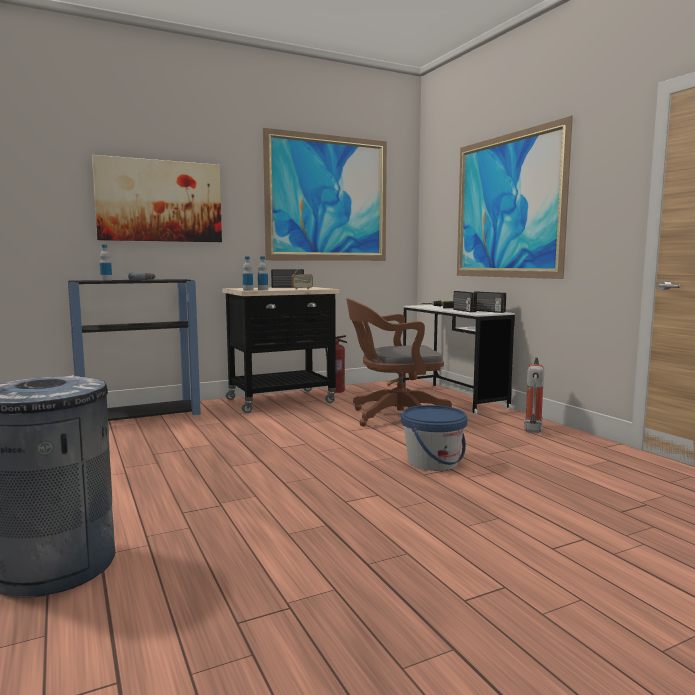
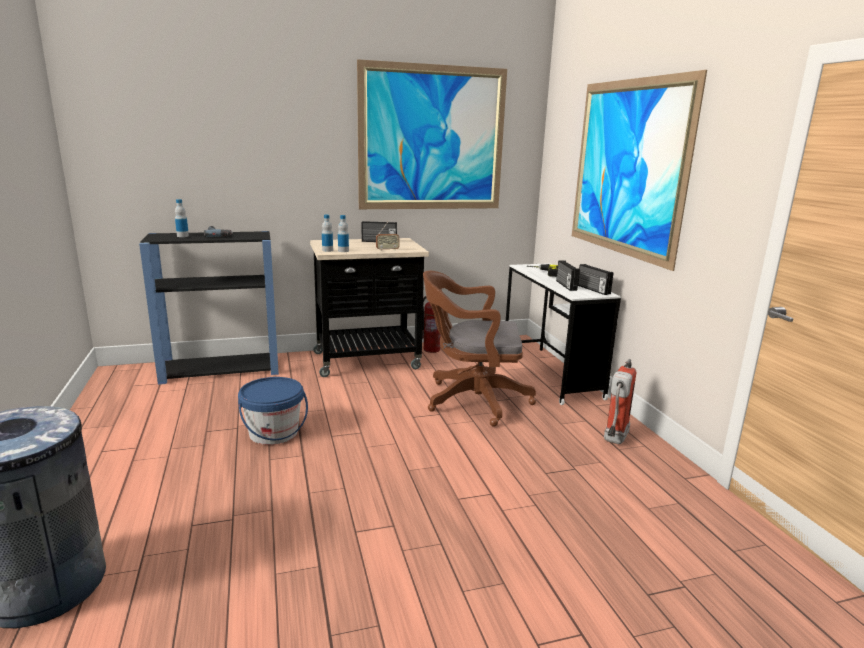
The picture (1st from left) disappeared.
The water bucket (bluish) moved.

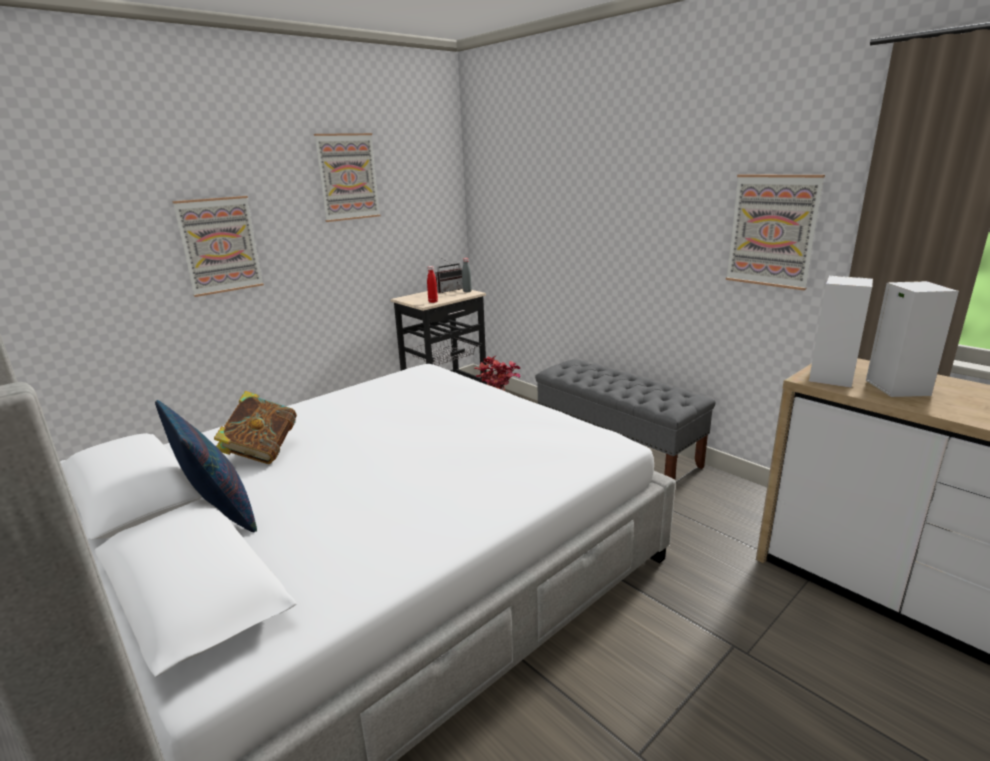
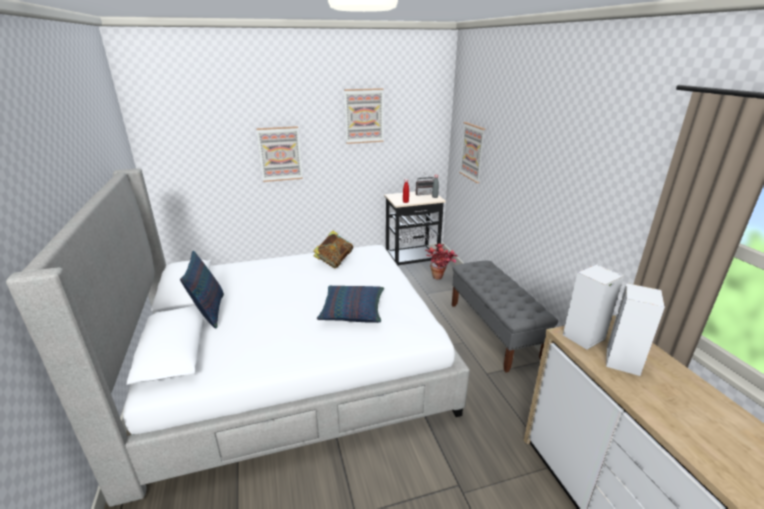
The picture (3rd from left) moved.
The bound book moved.
The pillow (bluish) (2nd from left) appeared.

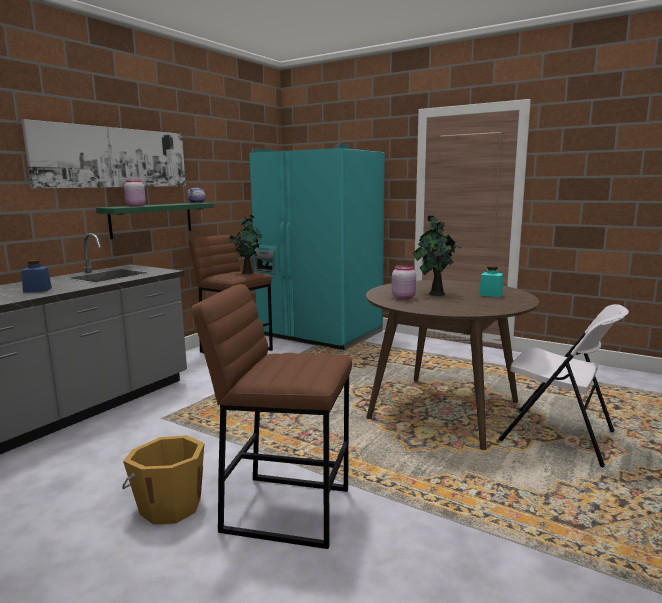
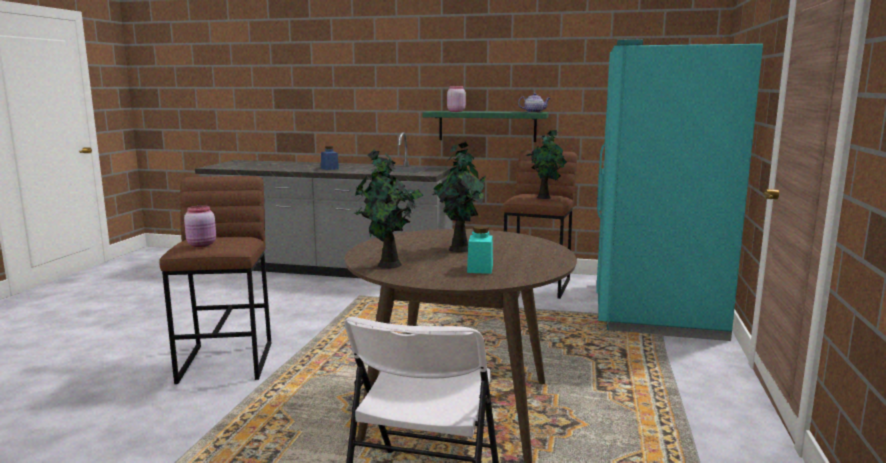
The picture disappeared.
The preserve jar (pinkish) (2nd from left in the first image) moved.
The water bucket (orangey) disappeared.
The plant in a pot (1st from left) appeared.

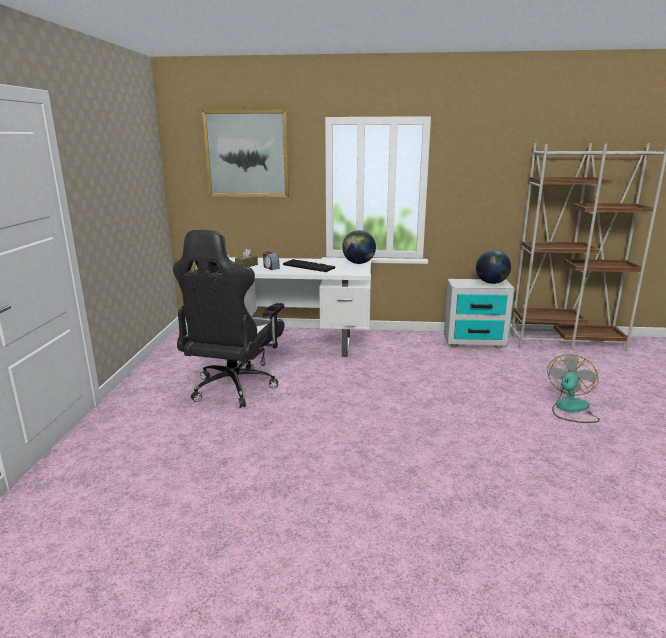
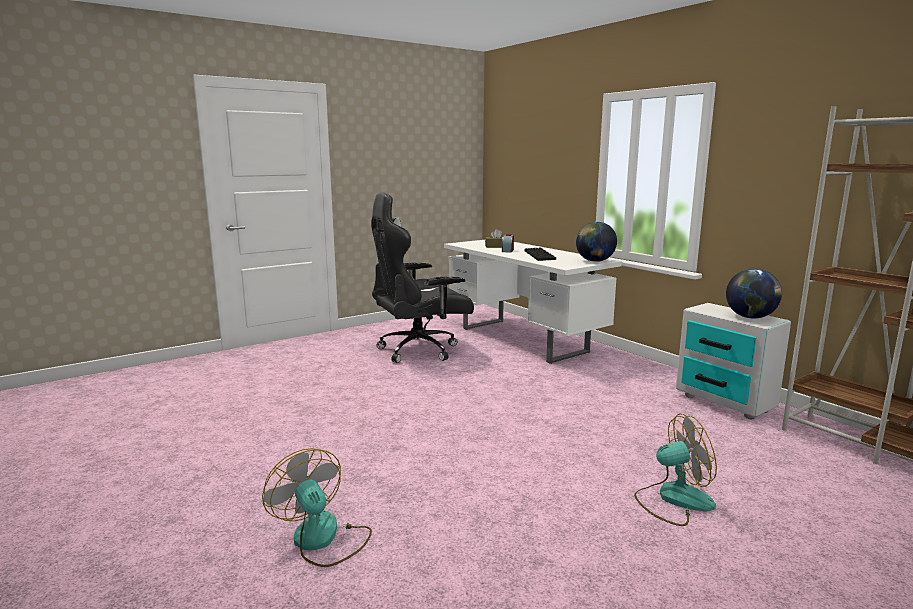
The picture disappeared.
The fan (1st from left) appeared.

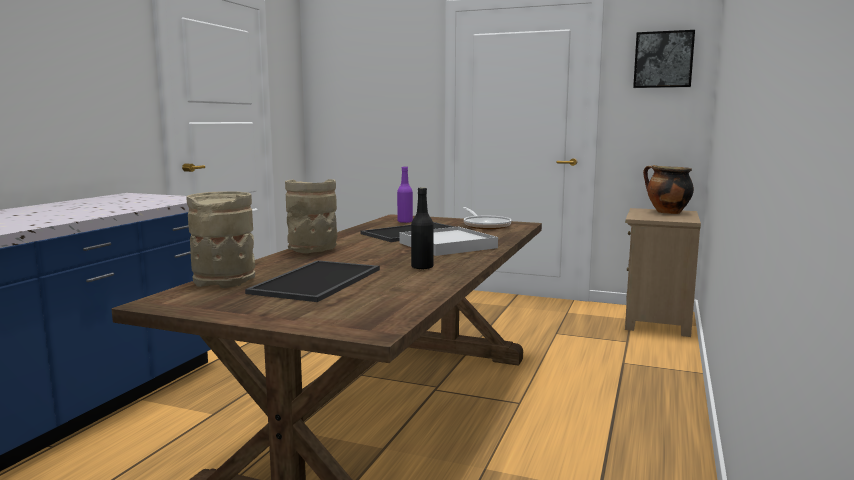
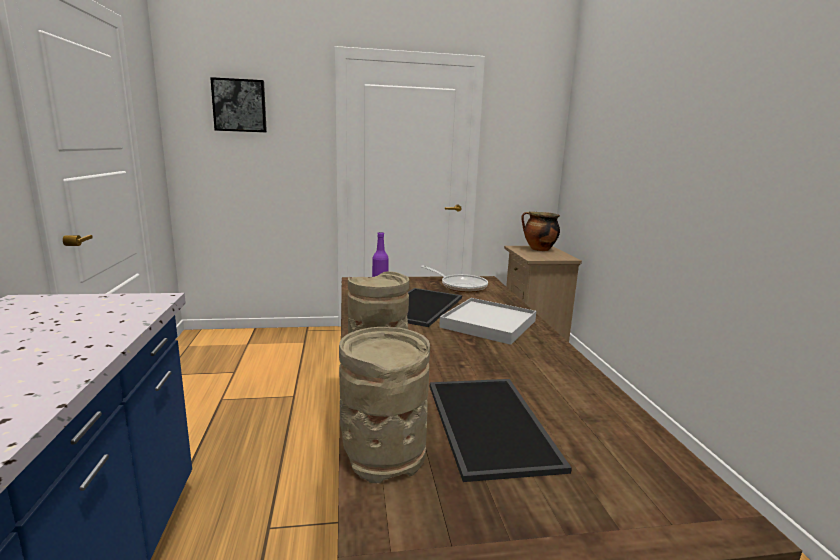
The picture moved.
The beverage bottle (black) disappeared.

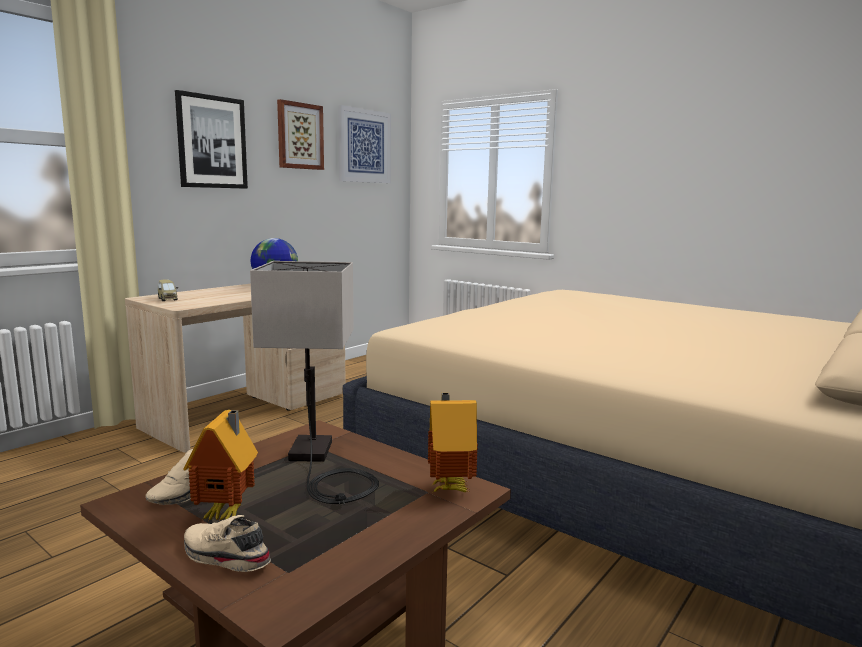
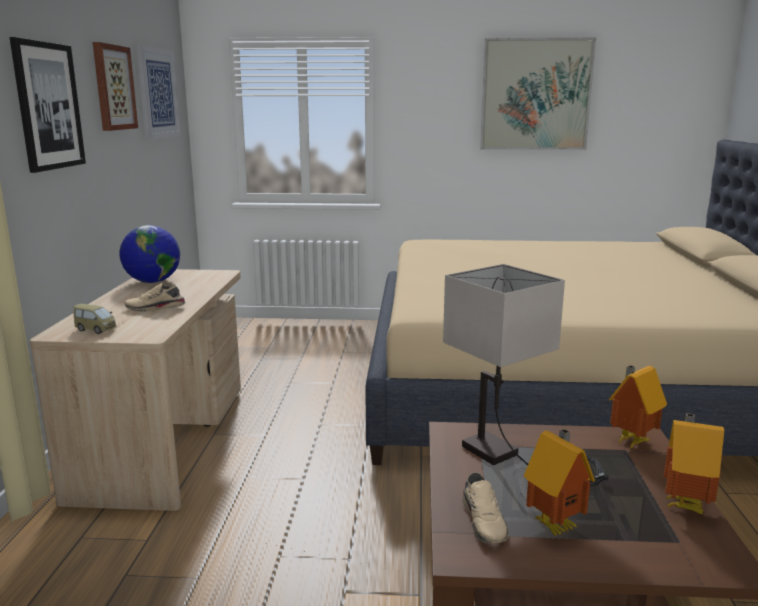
The shoe (beige-coloured) (2nd from left in the first image) moved.
The picture (4th from left) appeared.
The toy house (3rd from left) appeared.

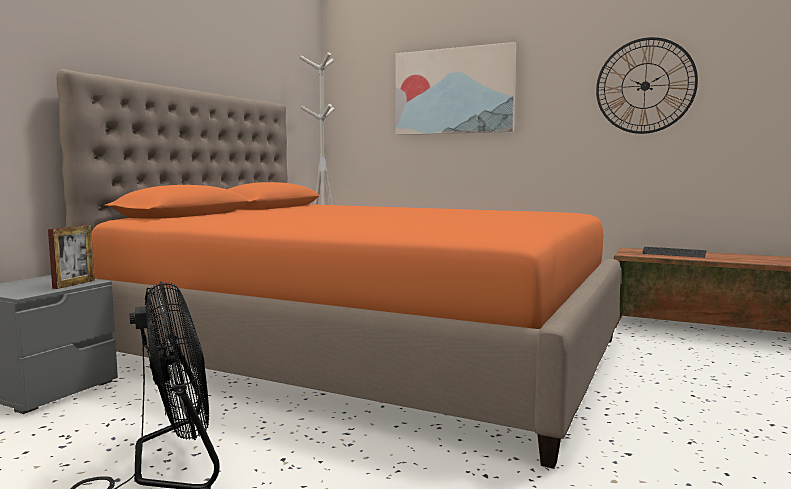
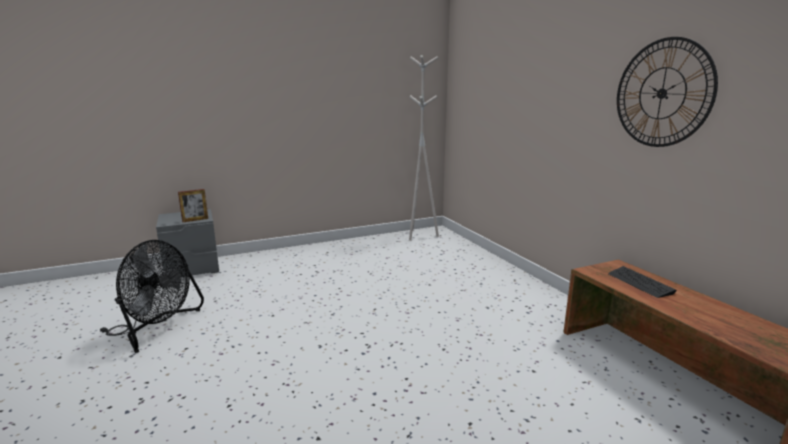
The picture disappeared.
The sleeping bed (orangey) disappeared.

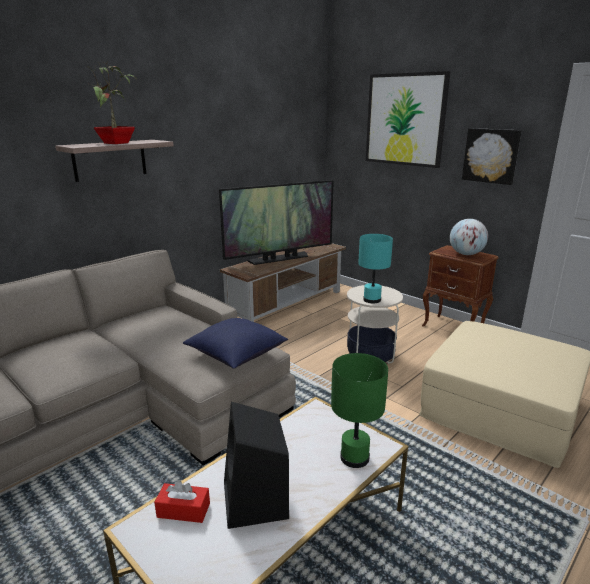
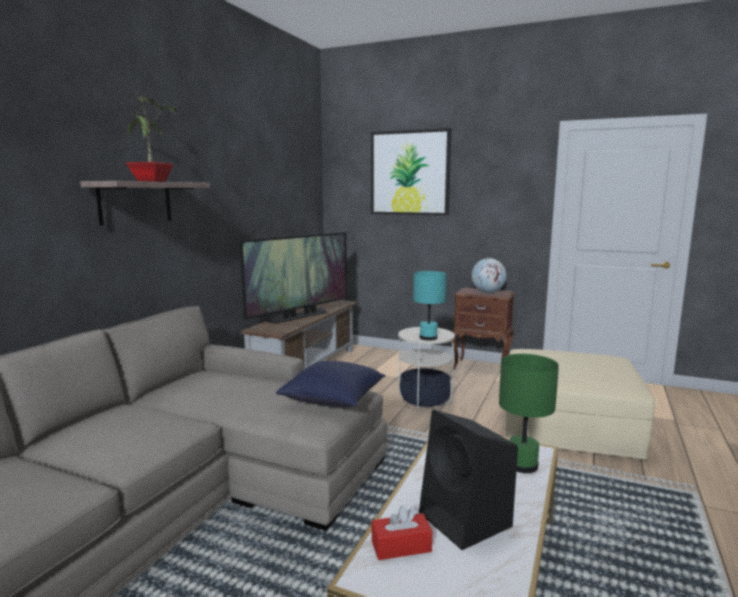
The picture (2nd from left) disappeared.

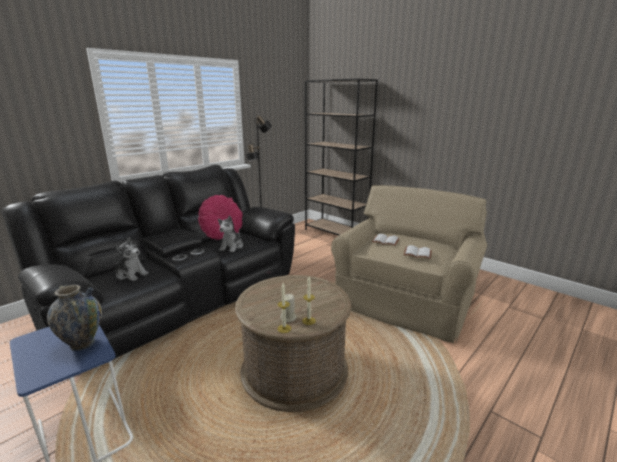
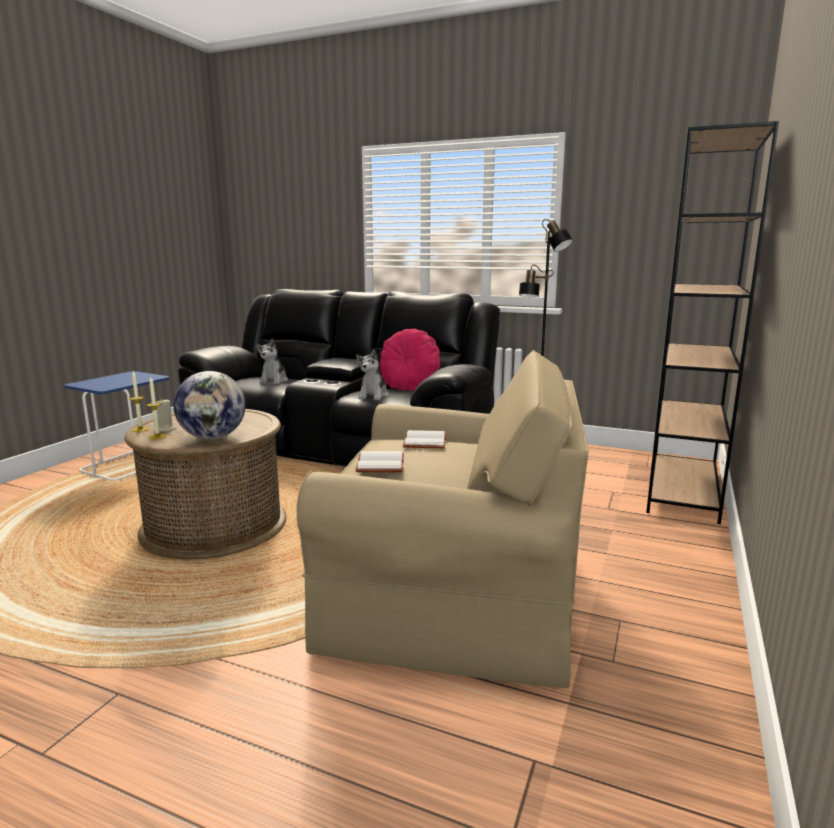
The soft toy (2nd from left) turned 75 degrees counterclockwise.
The vase disappeared.
The world globe appeared.

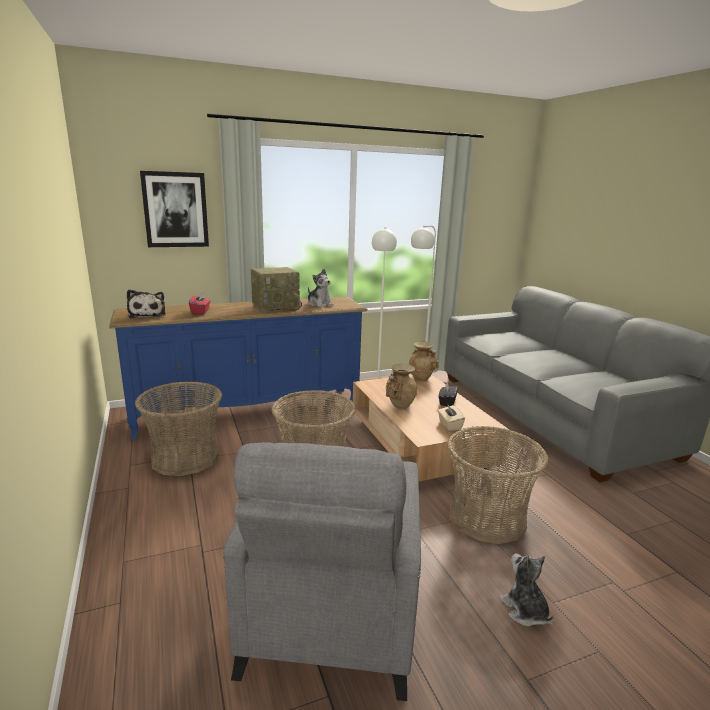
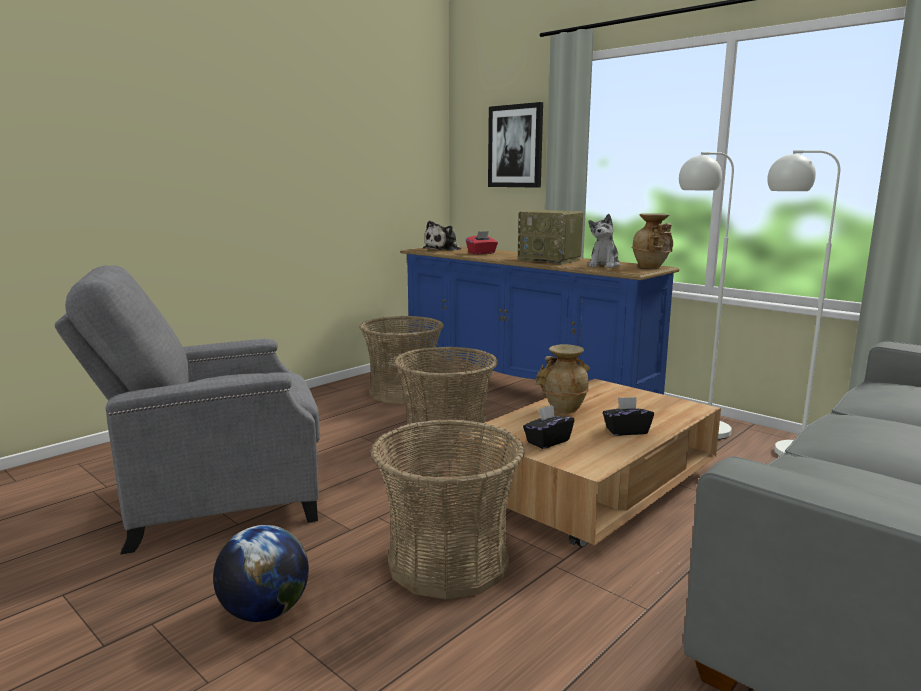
The vase (beige-coloured) (2nd from left) moved.
The tissue box (beige-coloured) became the tissue box (black) (1st from left).
The soft toy (3rd from left) was replaced by the world globe.

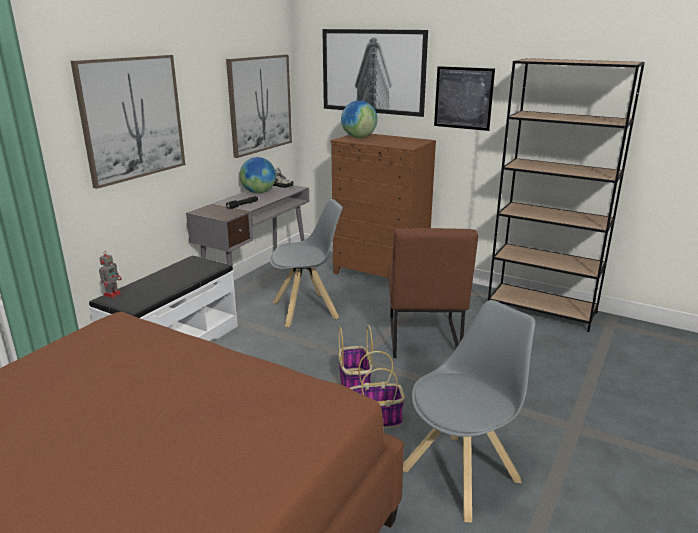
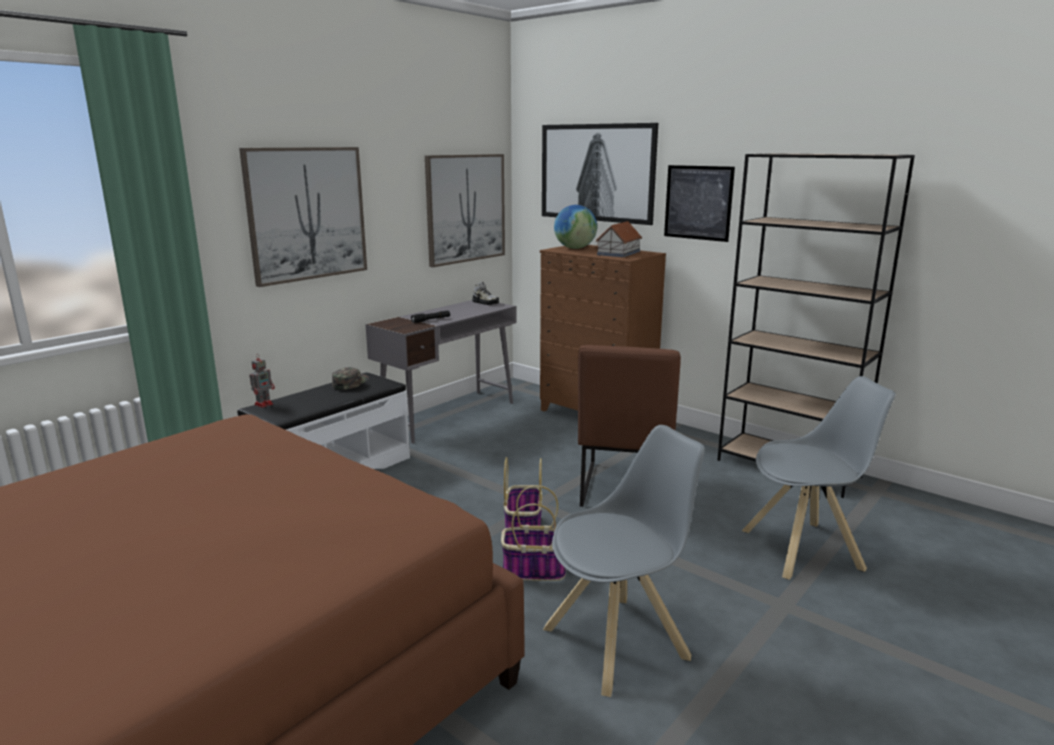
The world globe (1st from left) disappeared.
The chair (grey) (1st from left in the first image) moved.
The toy house appeared.
The peaked cap (green) appeared.

